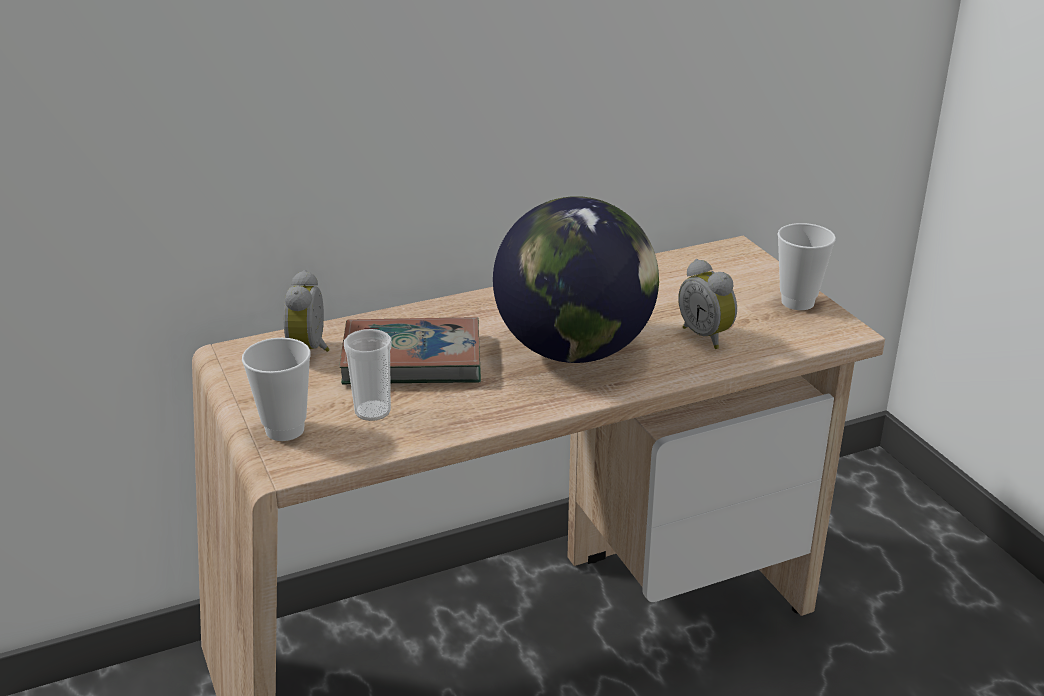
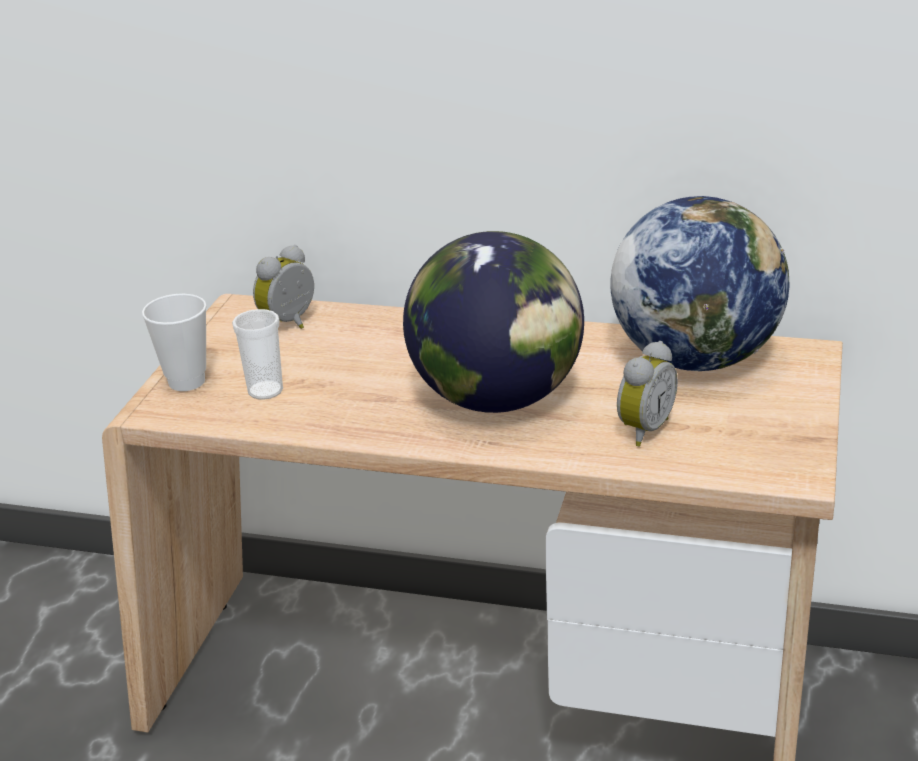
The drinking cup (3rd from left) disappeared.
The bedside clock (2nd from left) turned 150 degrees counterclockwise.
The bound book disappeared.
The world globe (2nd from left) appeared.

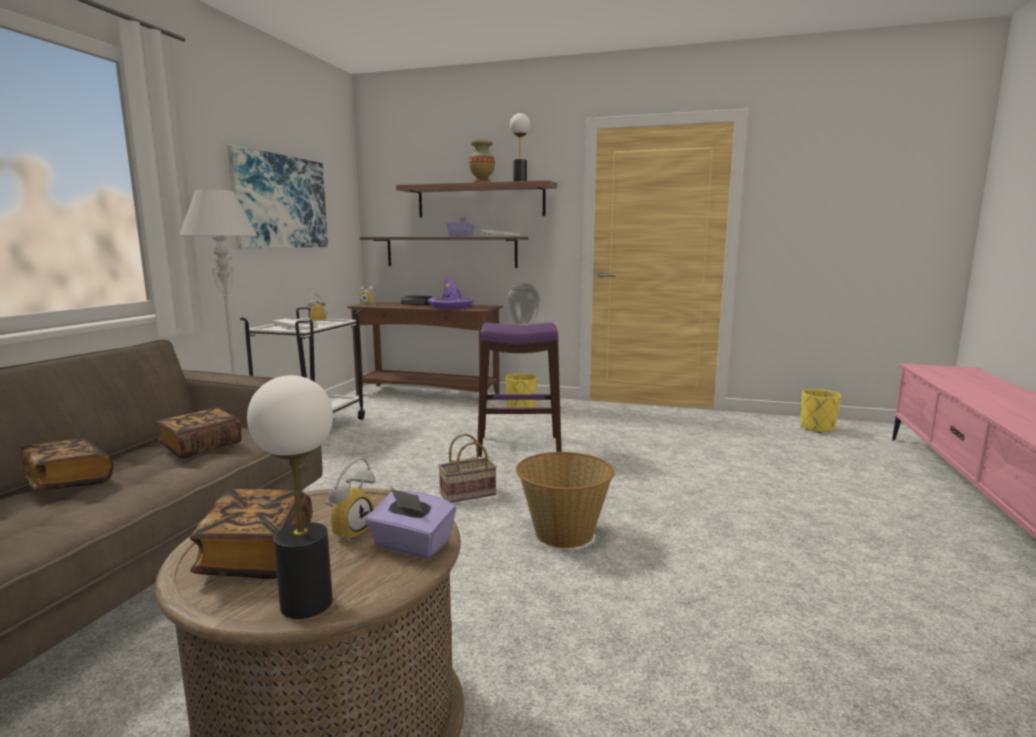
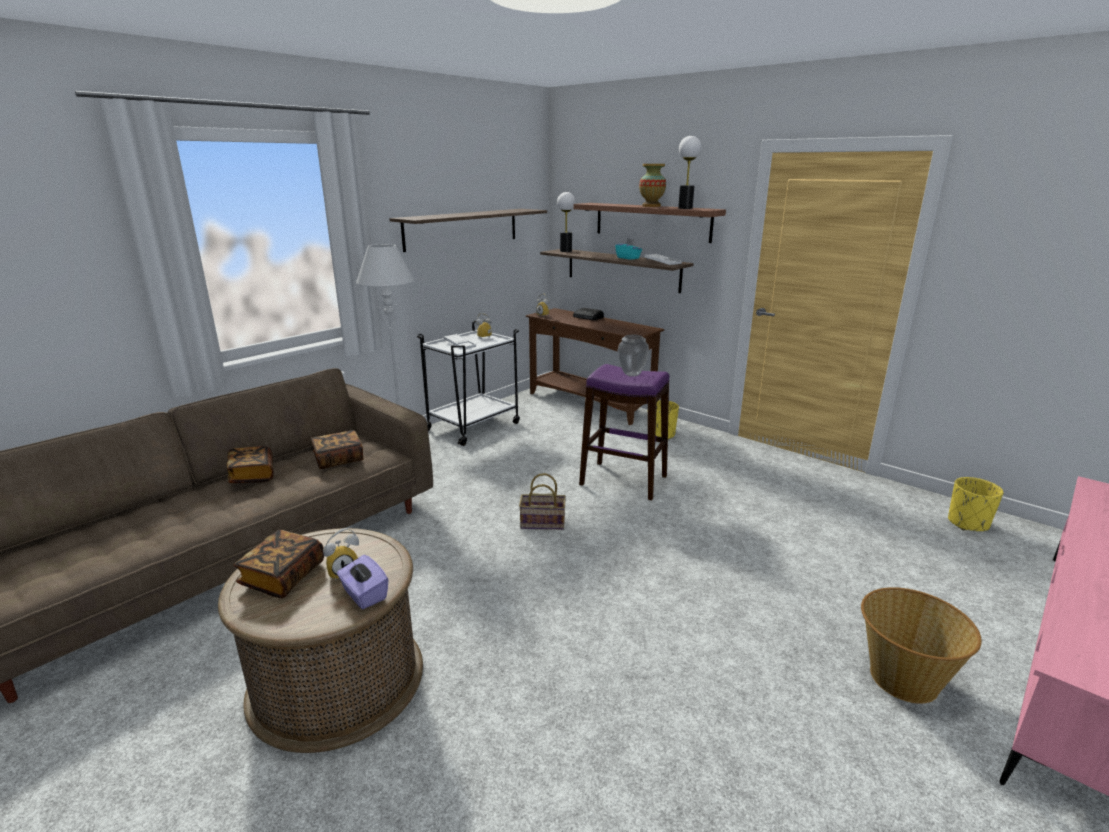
The picture was replaced by the shelf (1st from left).
The tissue box (purple) (2nd from left) became the tissue box (blue-green).
The hat (purple) disappeared.
The tabletop lamp (1st from left) moved.
The household basket (2nd from left) moved.

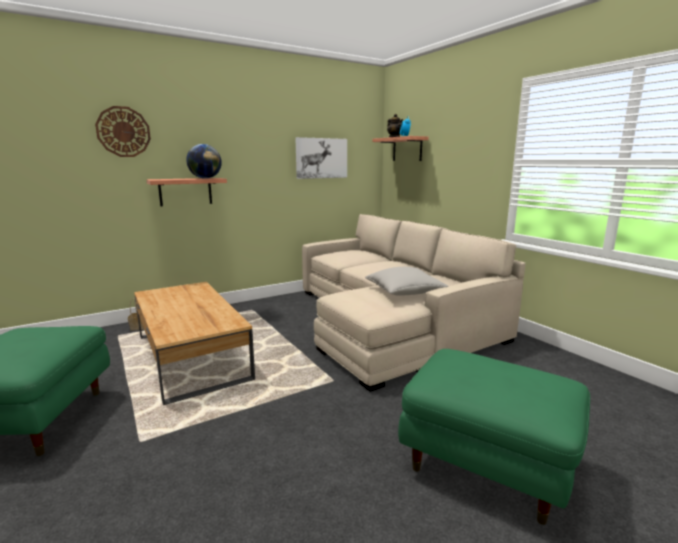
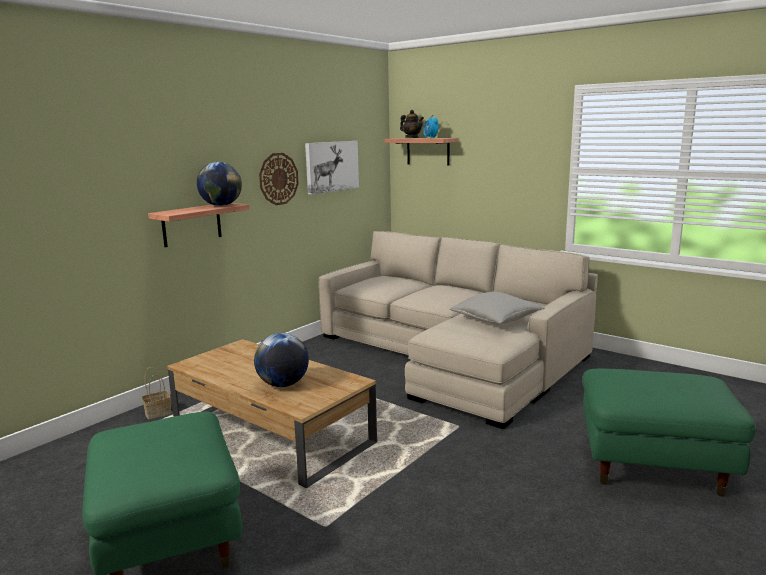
The wall clock moved.
The world globe (2nd from left) appeared.

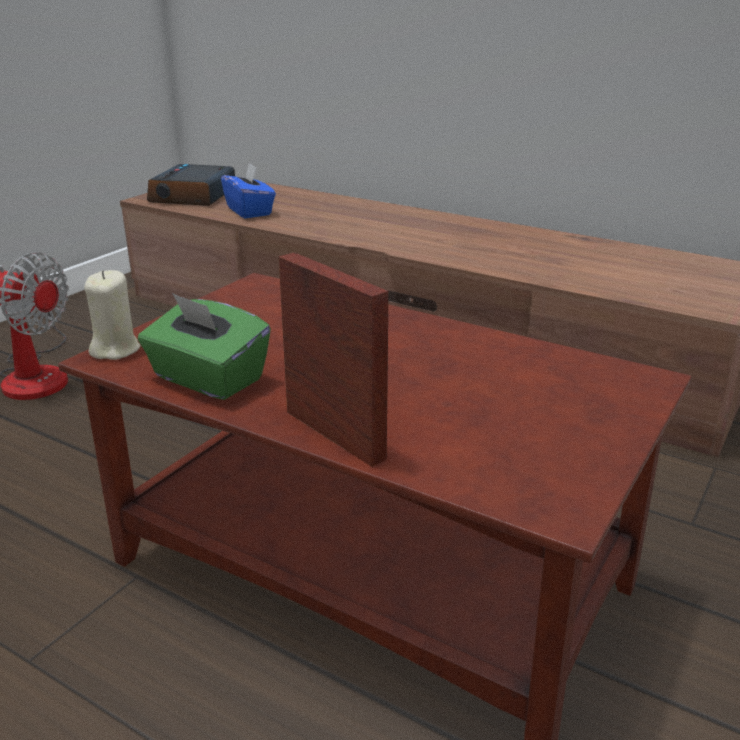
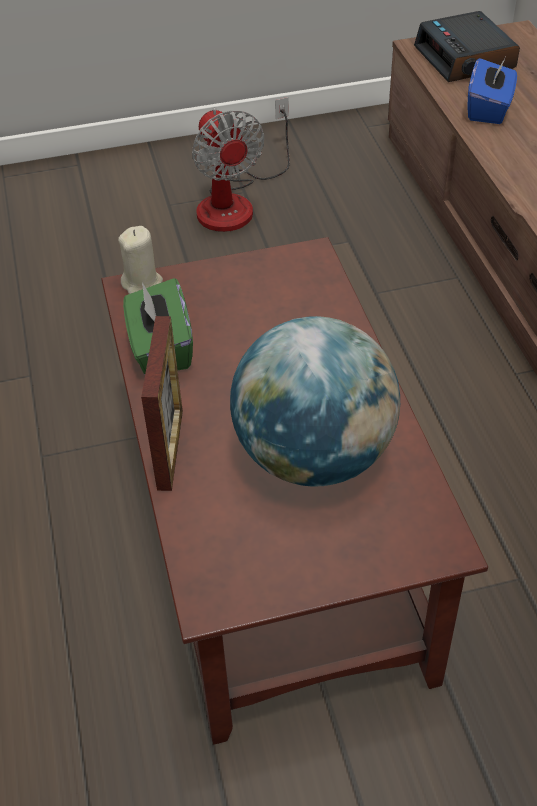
The bedside clock turned 75 degrees counterclockwise.
The world globe appeared.

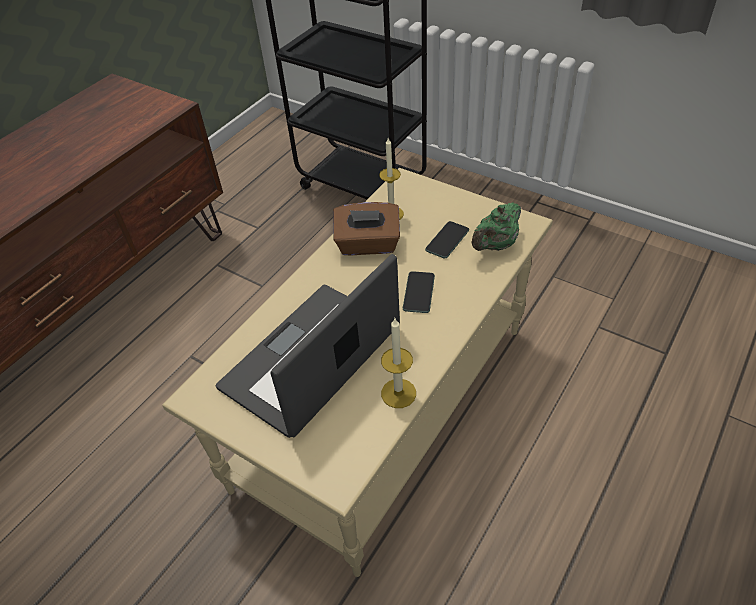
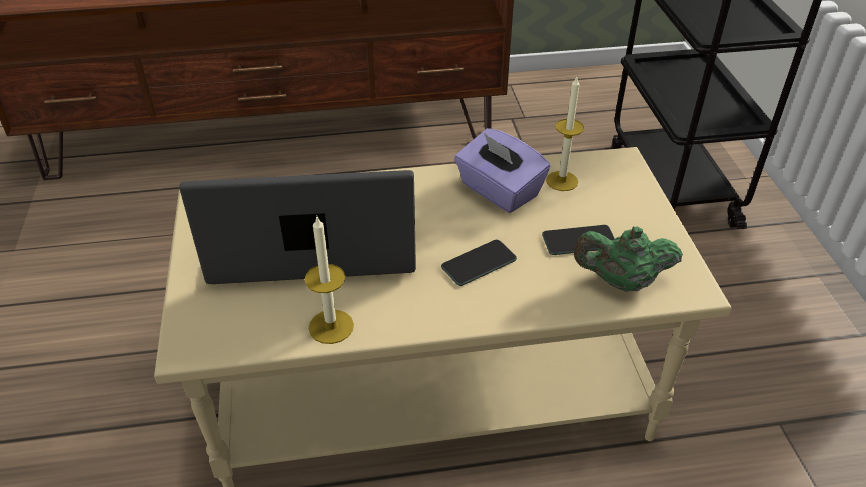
The tissue box (brown-coloured) became the tissue box (purple).

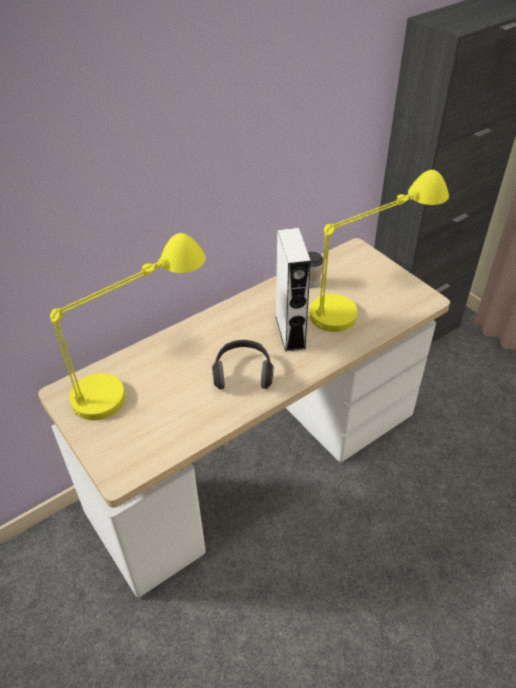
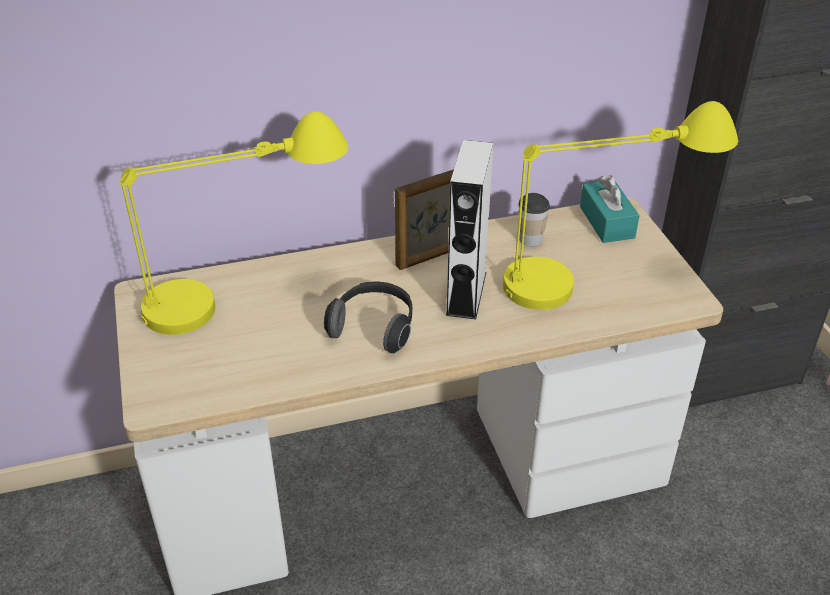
The photo frame appeared.
The tissue box (blue-green) appeared.

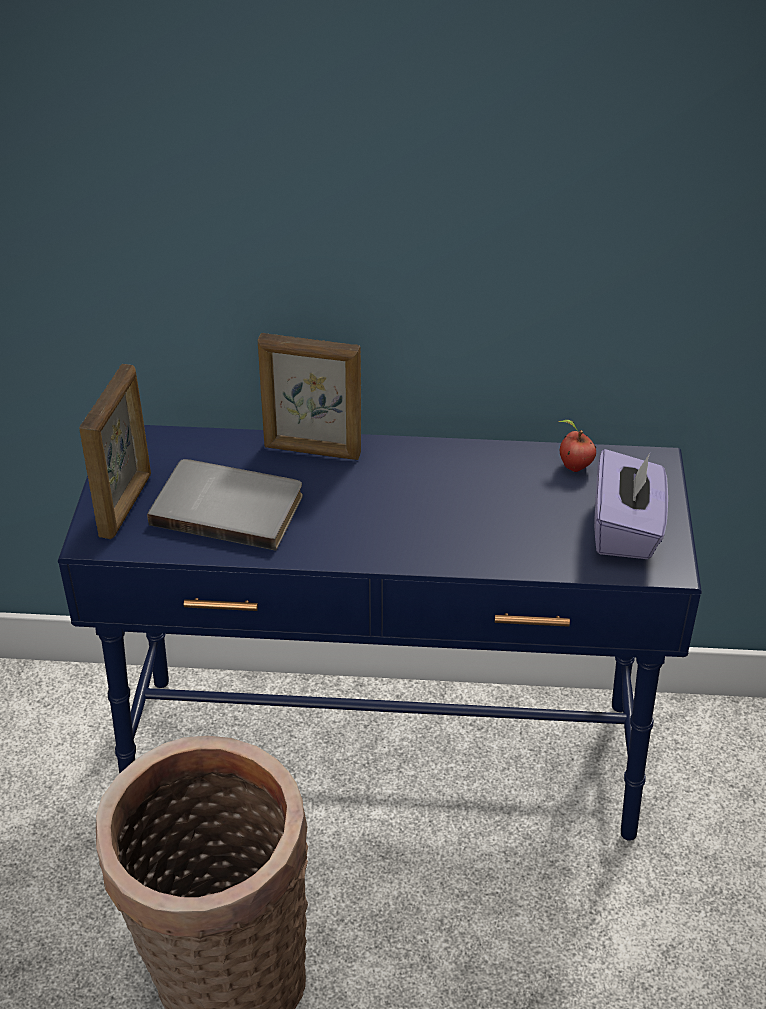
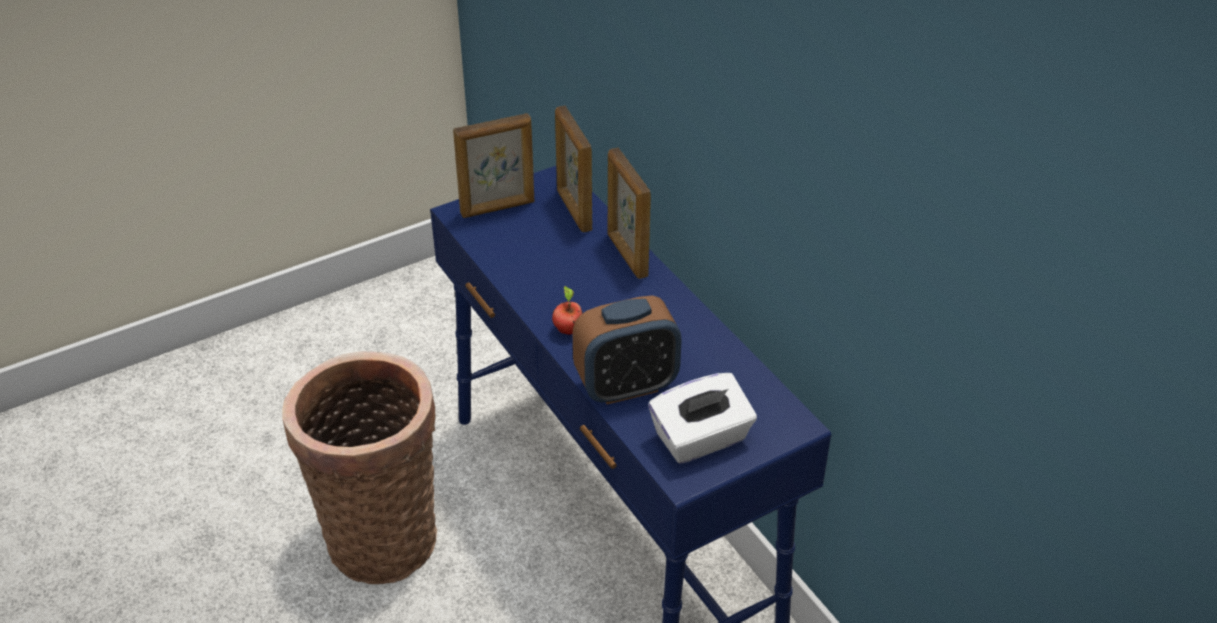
The apple fruit moved.
The tissue box (purple) became the tissue box (white-coloured).
The bound book (grey) disappeared.
The photo frame (2nd from left) appeared.
The bedside clock appeared.

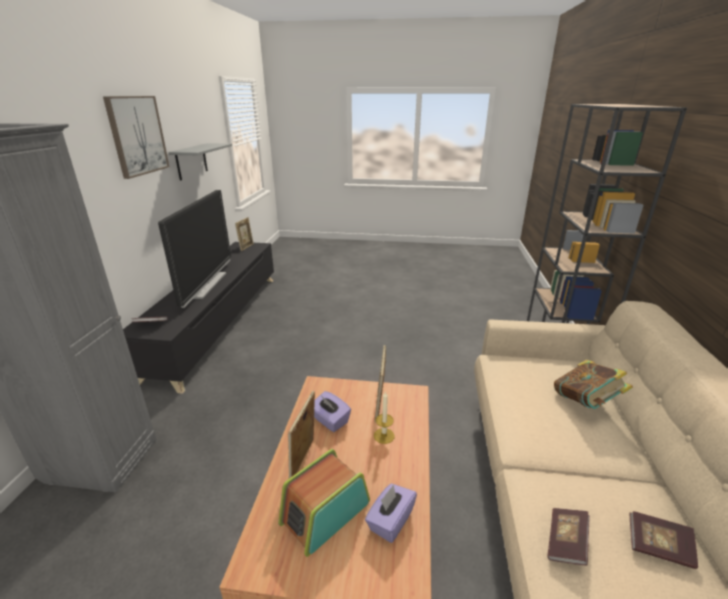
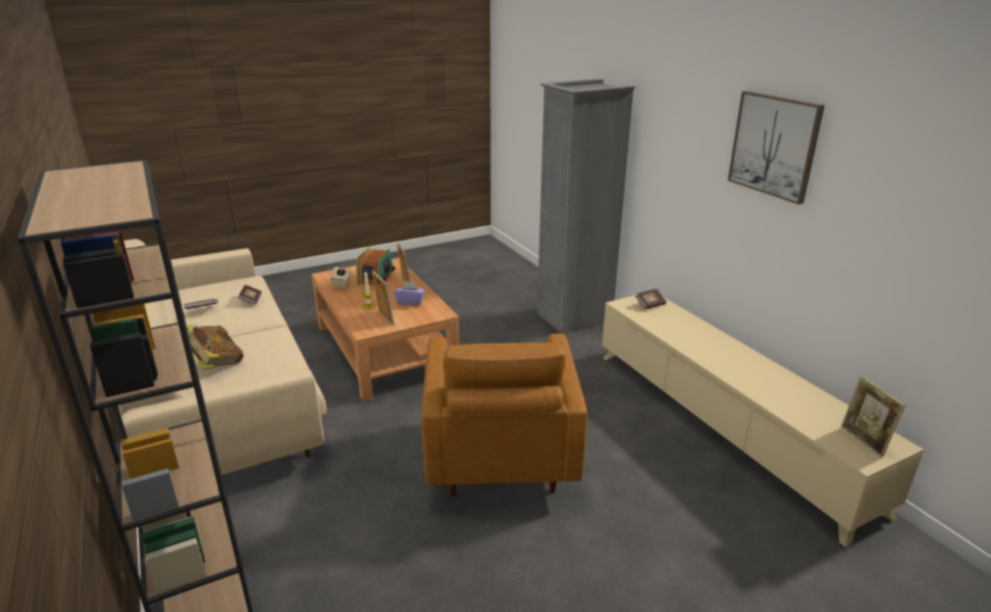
The shelf (grey) disappeared.
The TV set disappeared.
The tv unit (black) became the tv unit (beige-coloured).
The tissue box (purple) (2nd from left) became the tissue box (beige-coloured).
The lounge chair (brown-coloured) appeared.

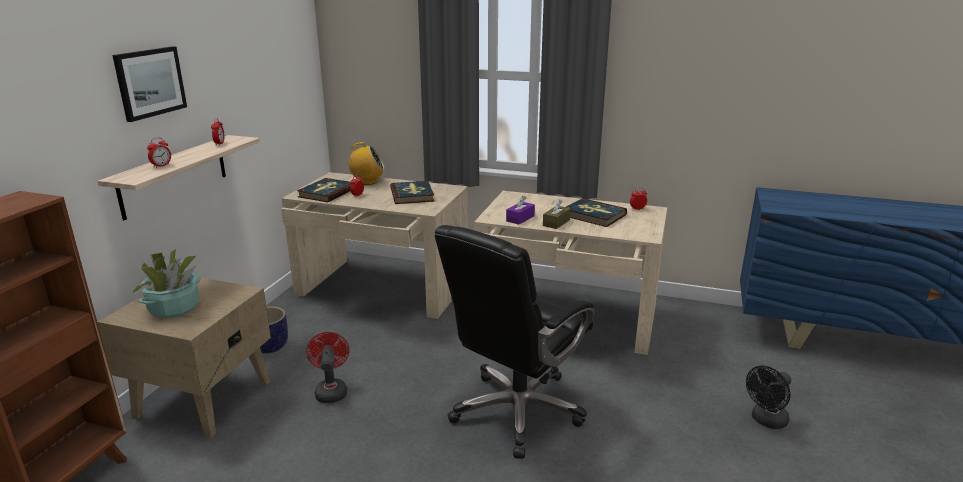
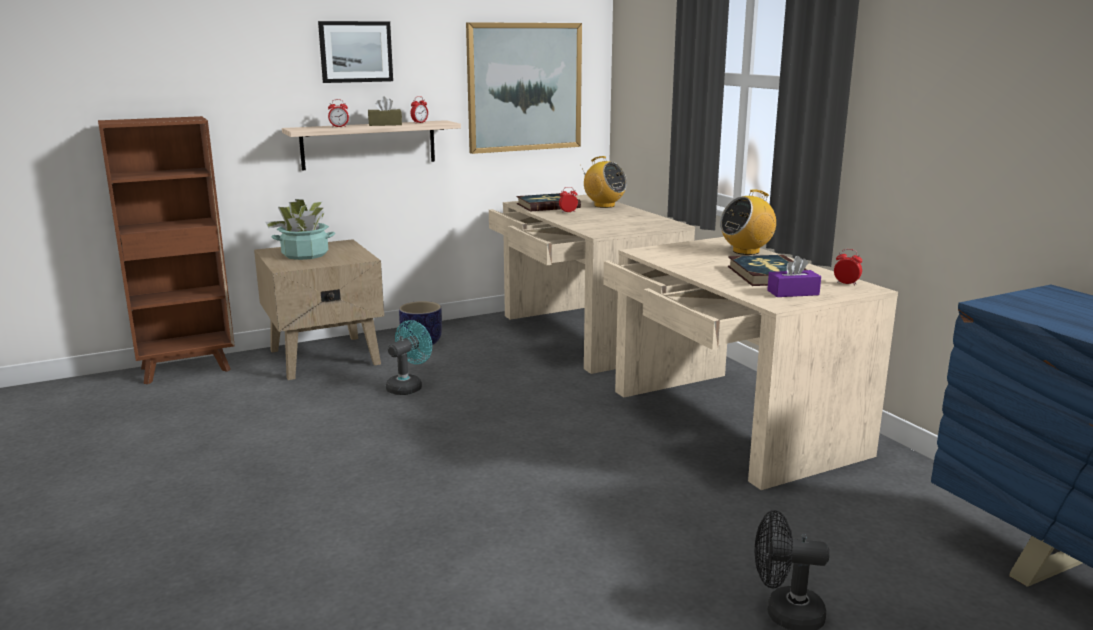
The bound book (2nd from left) disappeared.
The tissue box (purple) moved.
The tissue box (brown-coloured) moved.
The office chair (black) disappeared.
The fan (reddish) became the fan (blue-green).
The picture (2nd from left) appeared.
The radio set (2nd from left) appeared.

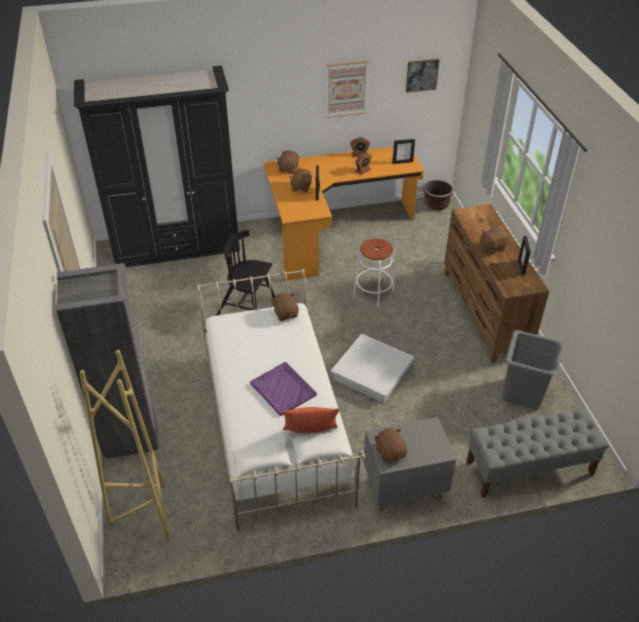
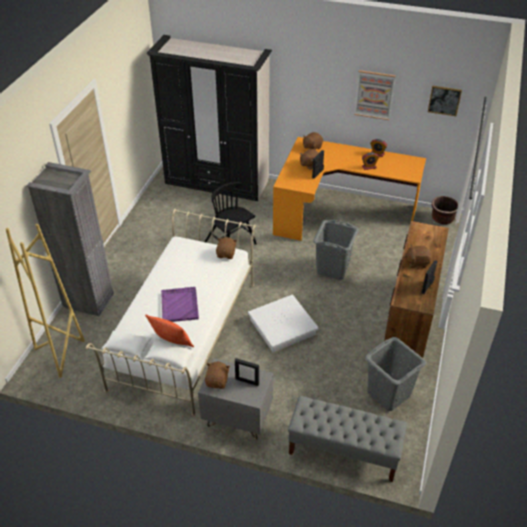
The photo frame (2nd from left in the first image) moved.
The sitting stool (white-coloured) was replaced by the laundry basket (grey) (1st from left).

